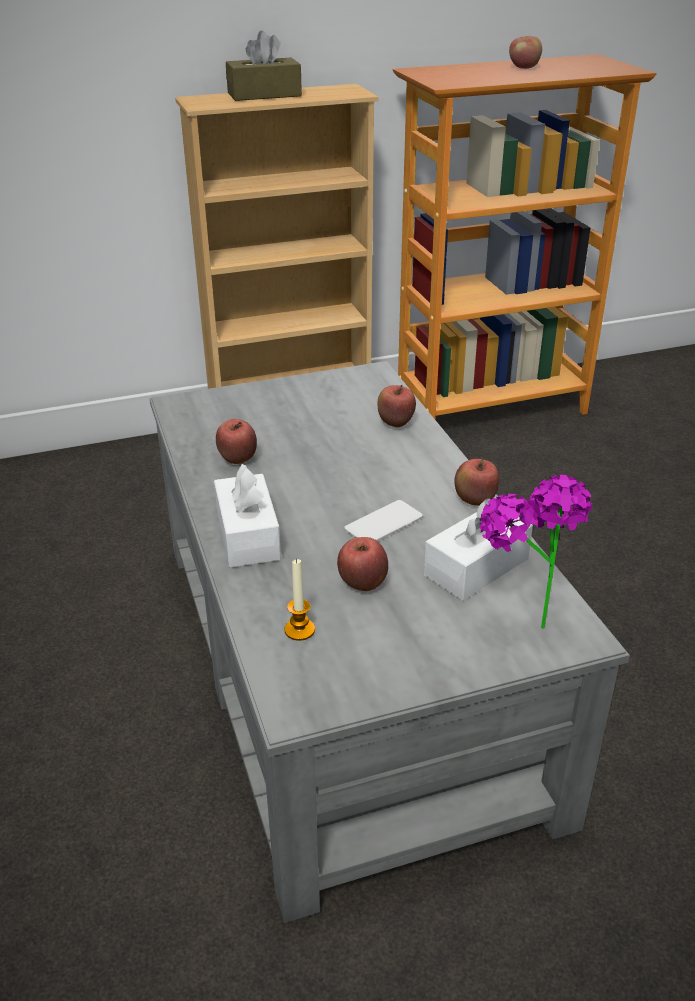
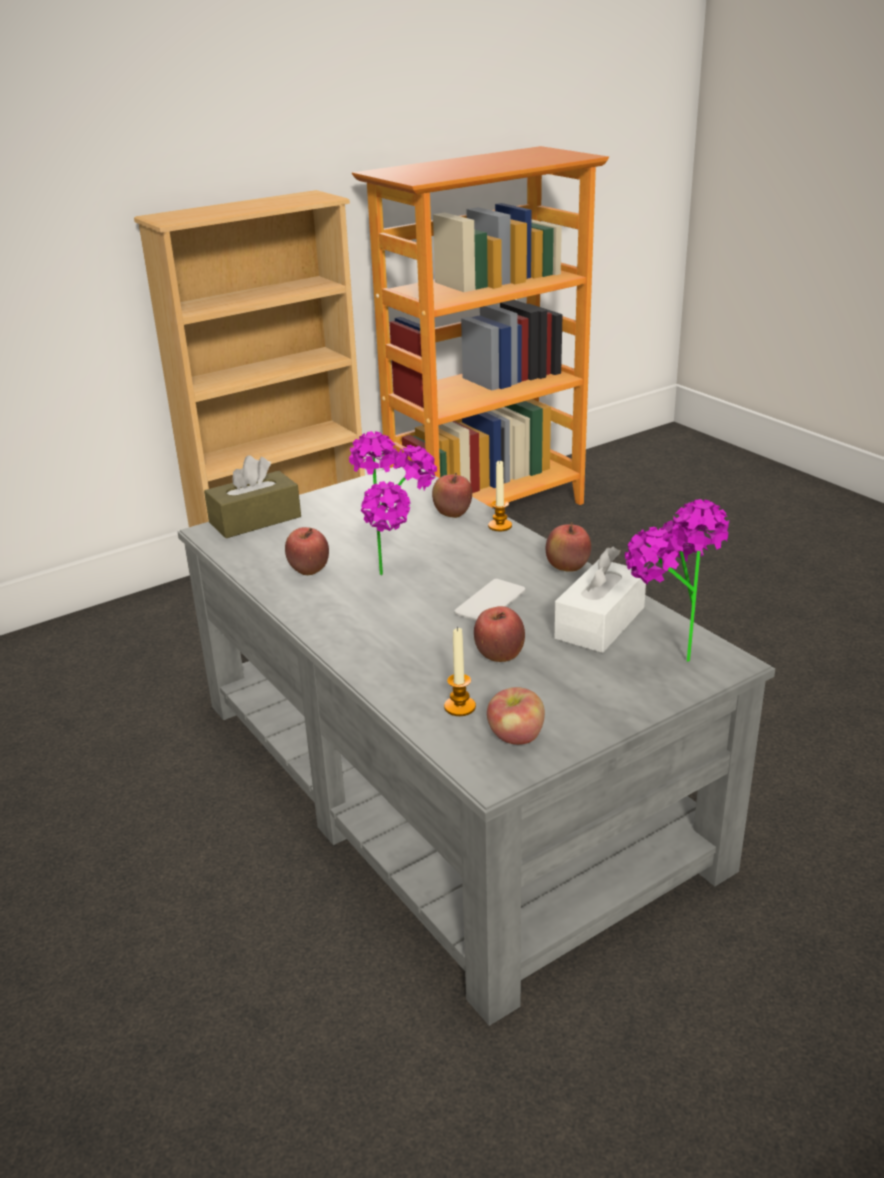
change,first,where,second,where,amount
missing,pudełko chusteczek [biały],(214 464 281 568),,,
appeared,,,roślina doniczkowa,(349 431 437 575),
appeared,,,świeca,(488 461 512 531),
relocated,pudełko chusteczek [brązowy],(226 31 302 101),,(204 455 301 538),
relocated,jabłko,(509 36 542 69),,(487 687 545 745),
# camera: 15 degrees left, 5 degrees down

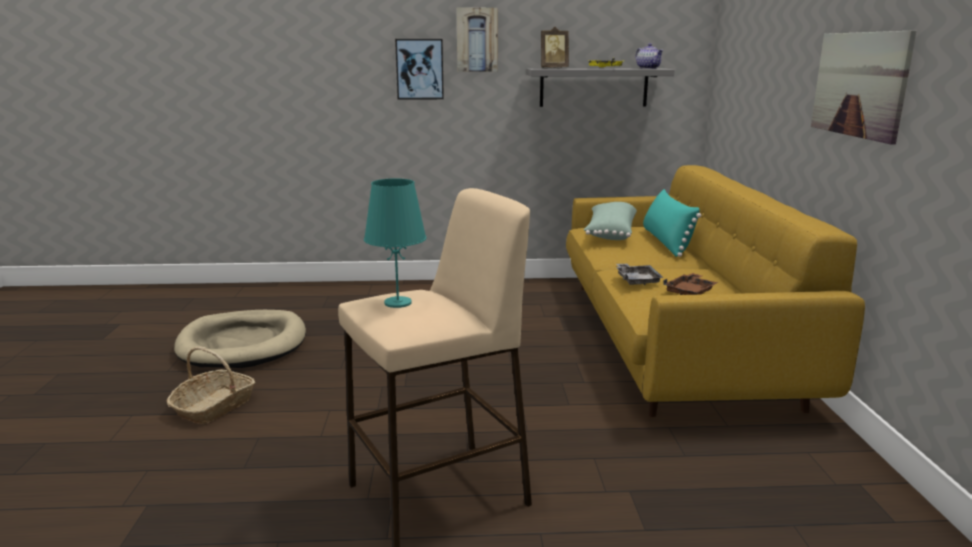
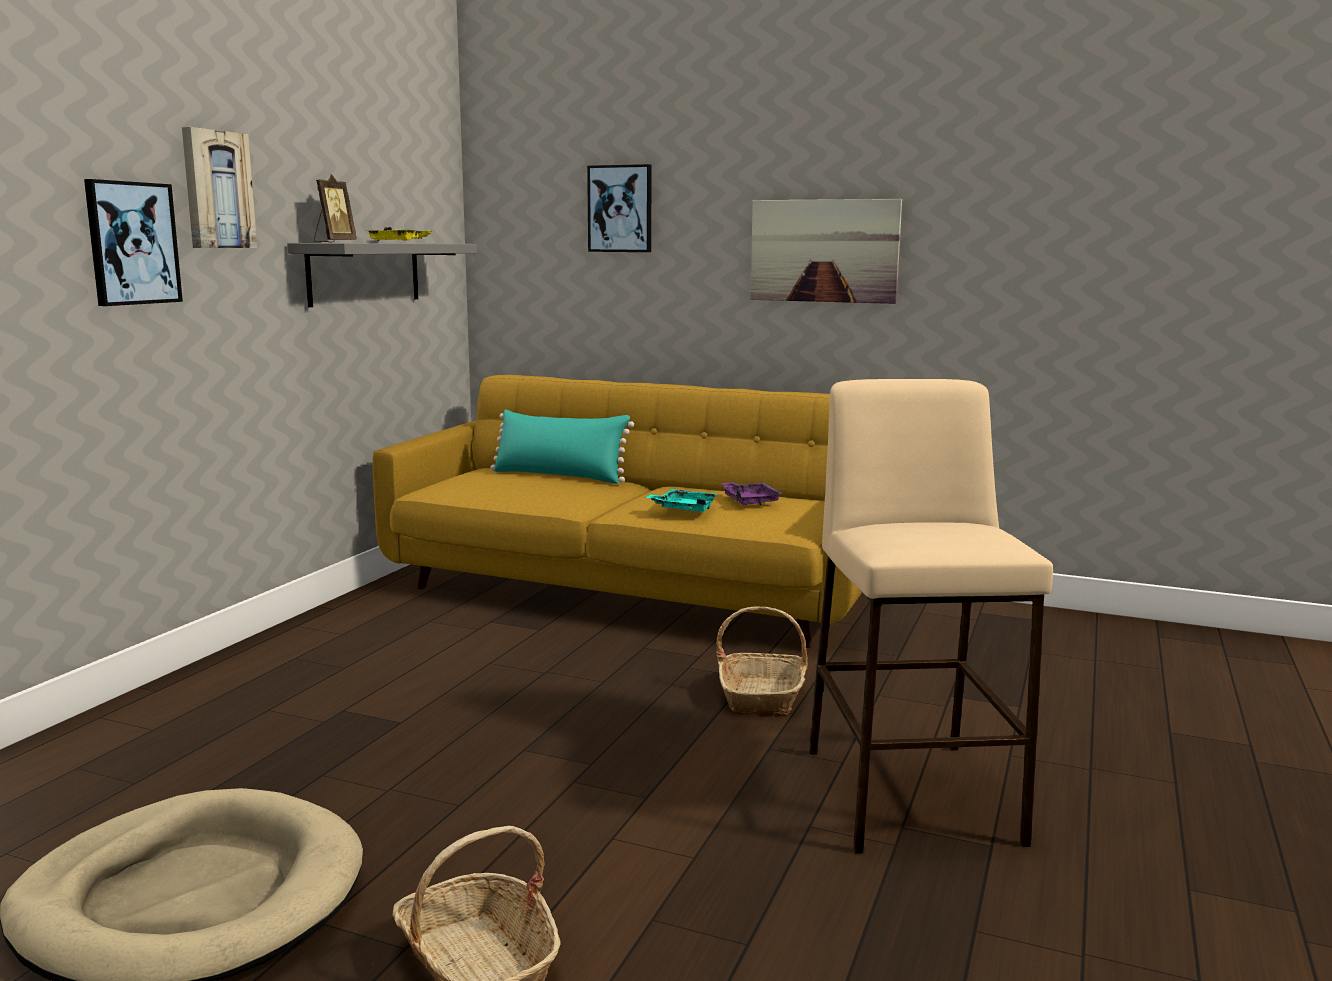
change,first,where,second,where,amount
missing,lampa stołowa [turkusowy],(364 178 427 308),,,
missing,poduszka [zielony],(583 202 637 240),,,
missing,imbryk,(635 43 663 69),,,
appeared,,,obraz,(587 164 652 252),
appeared,,,koszyk,(716 607 808 716),
colour,taca [szary],(616 264 664 286),taca [turkusowy],(646 489 718 512),
colour,taca [brązowy],(663 273 718 295),taca [fioletowy],(721 482 783 505),
# camera: 65 degrees left, 5 degrees down

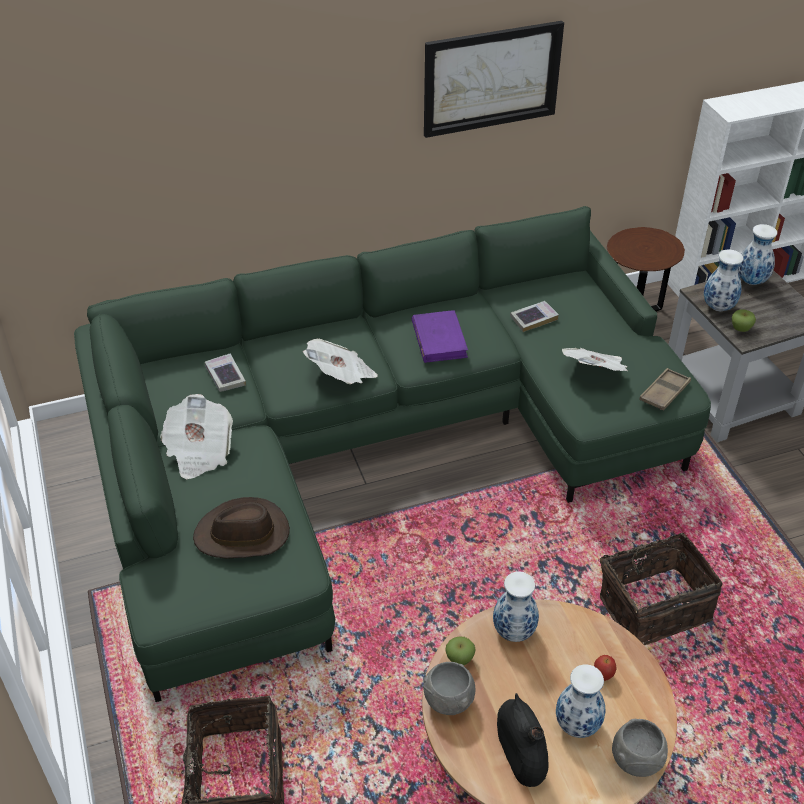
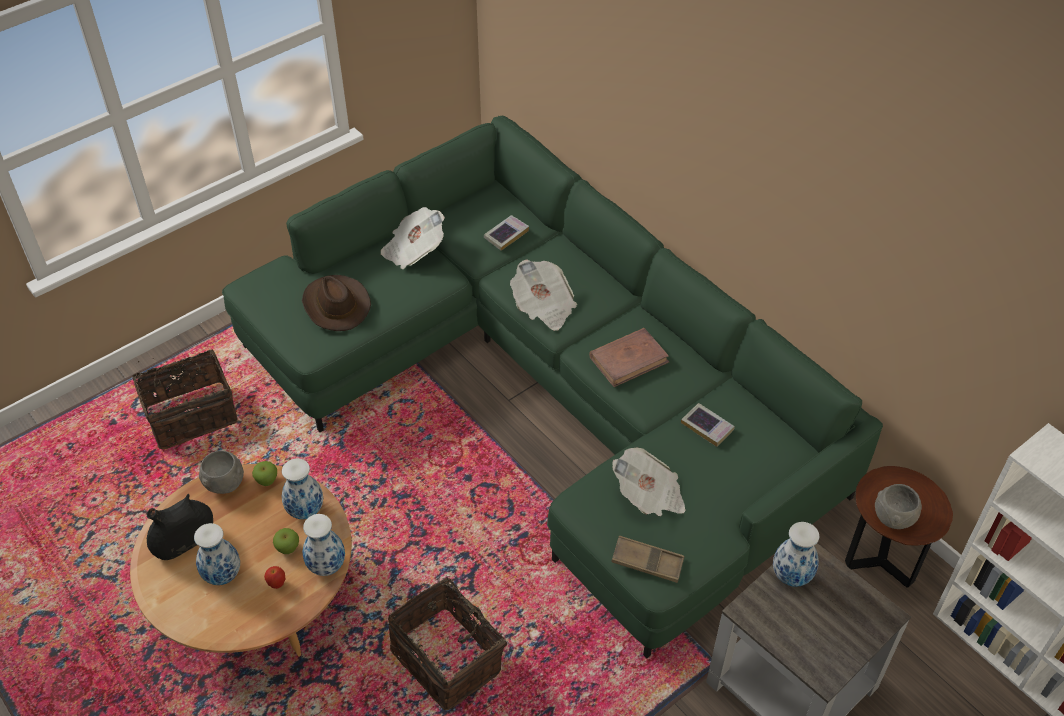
change,first,where,second,where,amount
missing,obraz,(424 21 564 138),,,
relocated,miska [szary],(612 719 668 777),,(875 484 922 529),
relocated,jabłko,(732 309 756 332),,(273 528 299 554),
relocated,wazon,(738 224 777 285),,(303 514 345 576),
colour,książka [fioletowy],(412 310 468 363),książka [brązowy],(589 328 670 387),
# camera: 70 degrees right, 5 degrees up

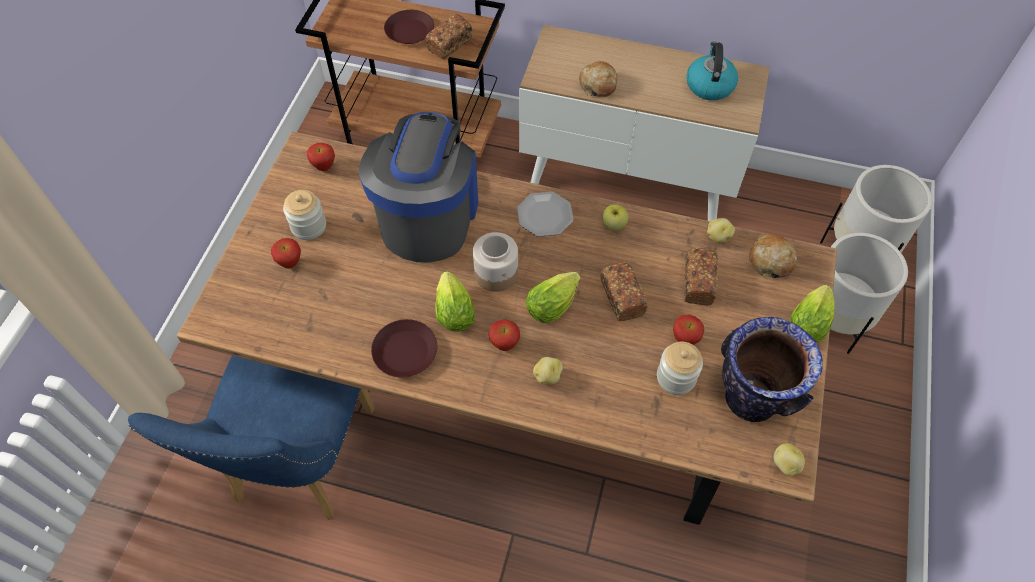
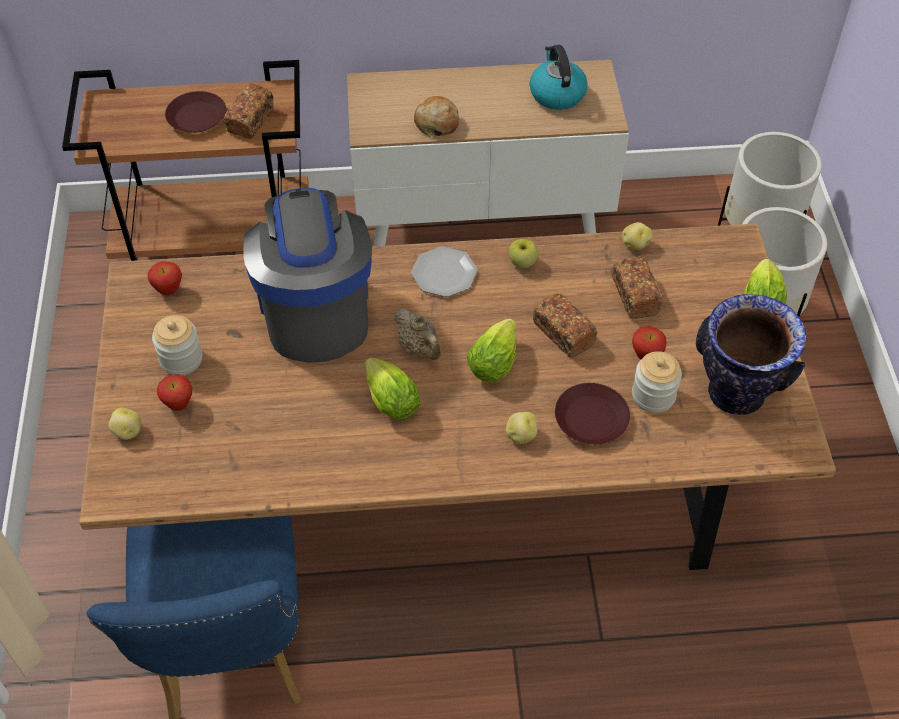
change,first,where,second,where,amount
missing,jabłko,(489 320 520 351),,,
missing,chleb,(749 234 797 279),,,
relocated,talerz [brązowy],(371 319 437 378),,(555 383 630 445),
relocated,ziemniak,(773 443 805 476),,(108 408 141 440),
exchanged,słoik,(473 232 518 292),imbryk [beżowy],(394 308 441 360),
# camera: 20 degrees left, 5 degrees down

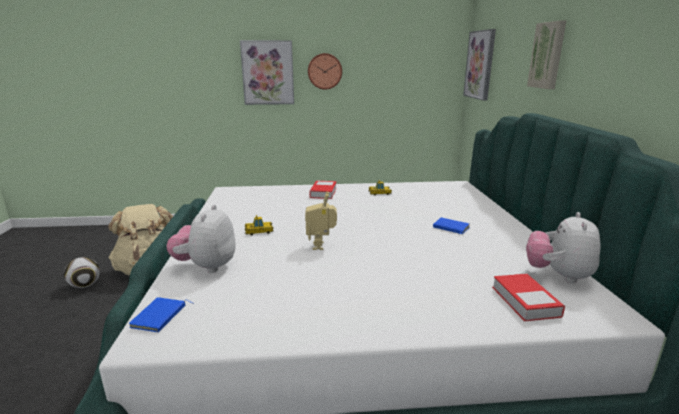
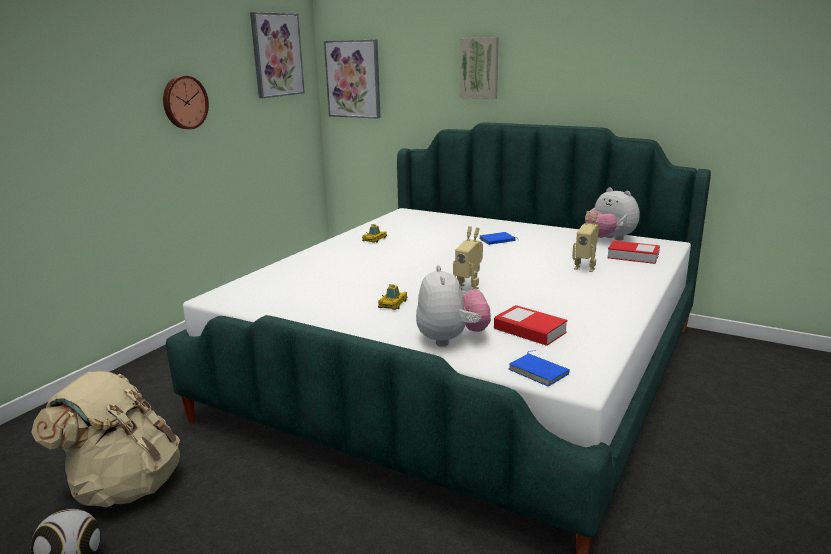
change,first,where,second,where,amount
appeared,,,robot zabawkowy,(572 211 599 272),
relocated,obraz,(240 40 294 105),,(250 12 305 98),
relocated,książka,(309 180 337 199),,(494 305 568 346),
spun,pluszak,(166 205 235 273),,(416 265 491 347),135 degrees counterclockwise
# camera: 55 degrees left, 0 degrees up

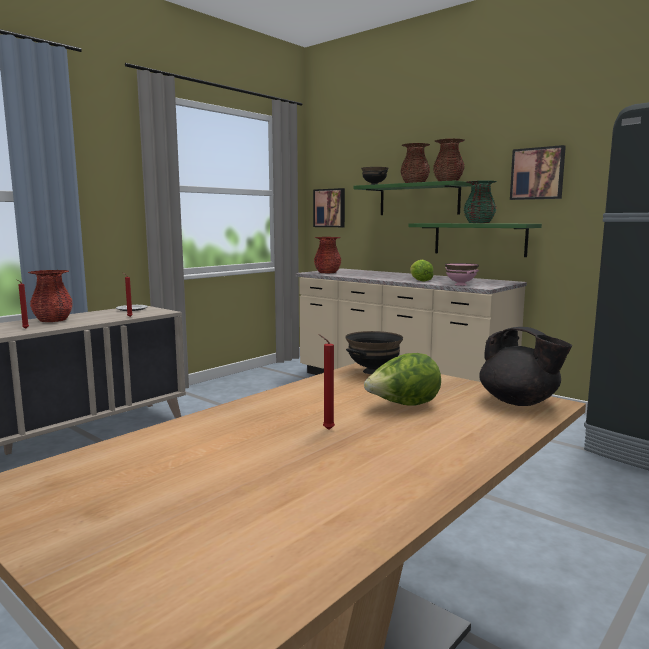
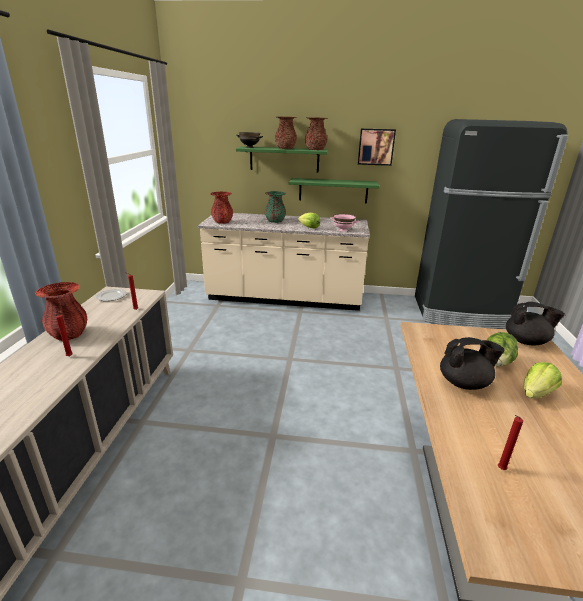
change,first,where,second,where,amount
missing,obraz,(313 188 345 227),,,
missing,miska [czarny],(345 331 403 374),,,
appeared,,,imbryk [czarny],(440 337 505 390),
appeared,,,sałata,(523 362 562 398),
relocated,świeca [czerwony],(319 334 335 430),,(498 415 523 470),
relocated,wazon [zielony],(464 180 497 223),,(265 191 286 223),
# camera: 35 degrees left, 15 degrees up

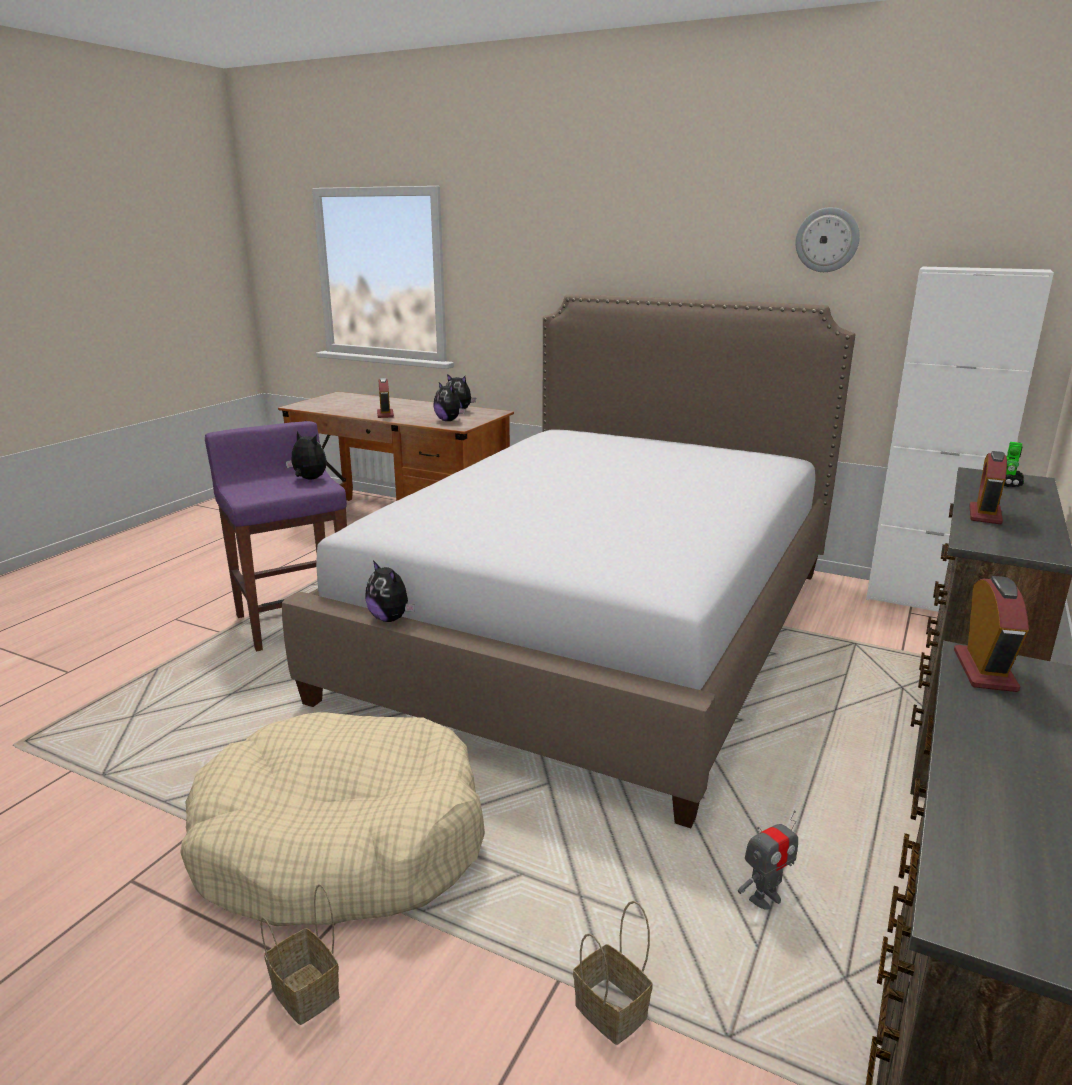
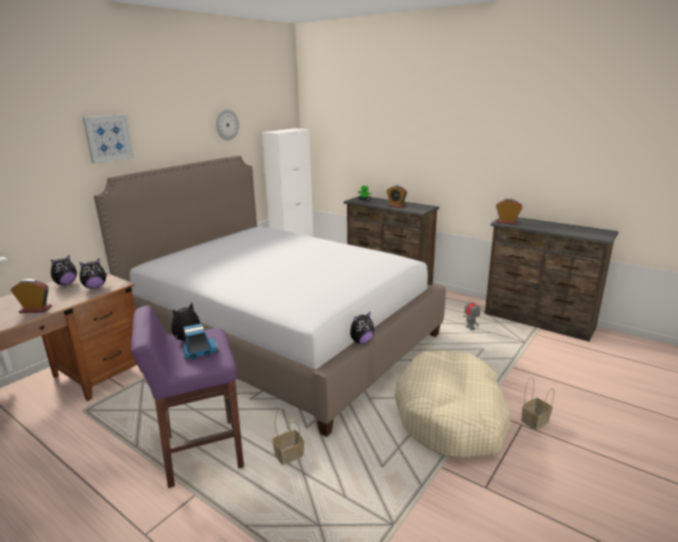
change,first,where,second,where,amount
appeared,,,obraz,(83 114 134 164),
appeared,,,ciężarówka zabawkowa,(182 324 219 360),
relocated,koszyk,(573 901 652 1045),,(272 408 304 465),
# camera: 80 degrees left, 0 degrees up

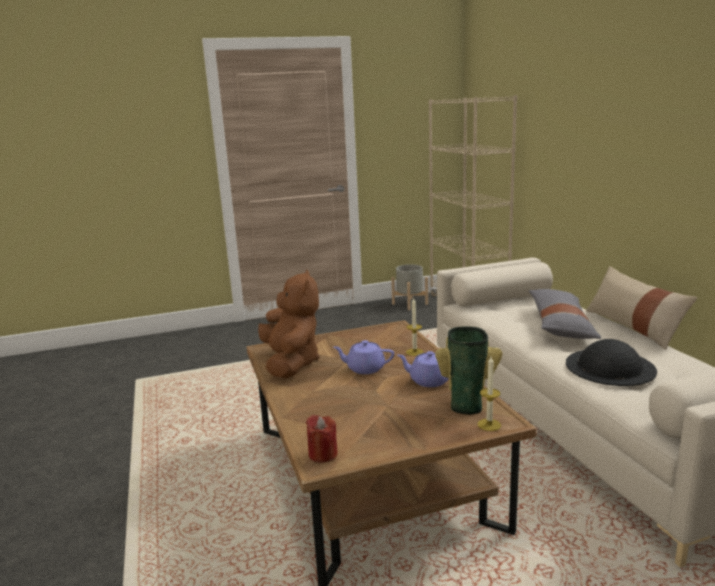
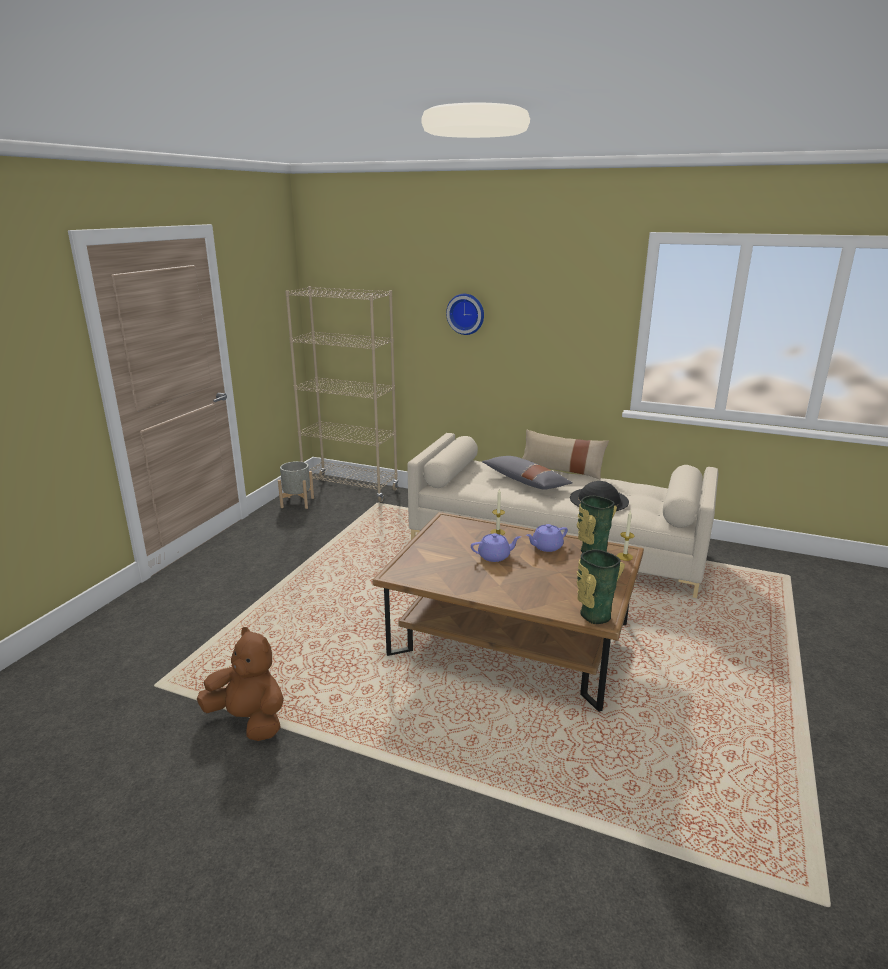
change,first,where,second,where,amount
appeared,,,zegar ścienny,(446 294 484 335),
relocated,pluszak [brązowy],(258 269 319 379),,(197 627 284 741),
exchanged,świeca [czerwony],(306 415 338 463),wazon,(577 549 625 624),
spun,imbryk [fioletowy],(333 340 394 374),,(471 533 521 562),150 degrees counterclockwise
# camera: 50 degrees left, 5 degrees up

